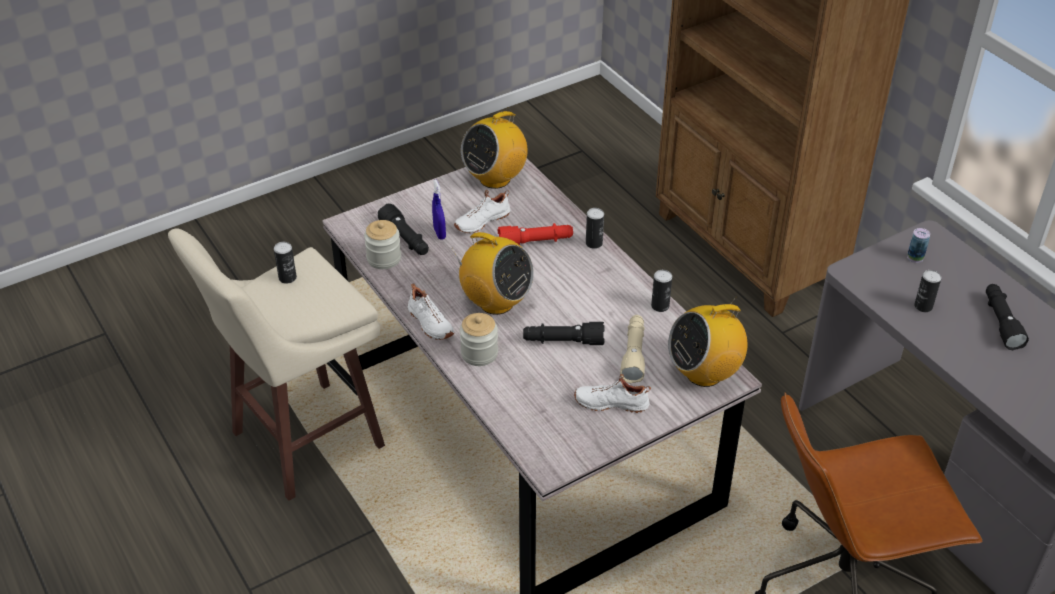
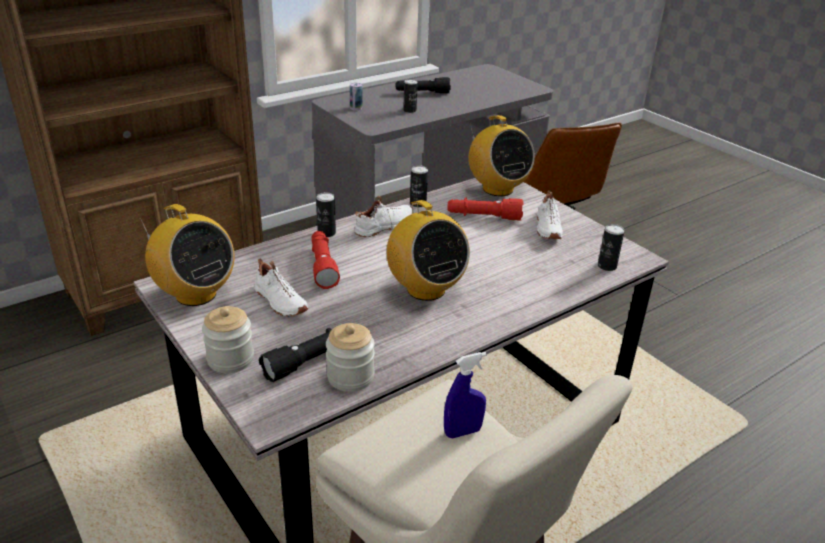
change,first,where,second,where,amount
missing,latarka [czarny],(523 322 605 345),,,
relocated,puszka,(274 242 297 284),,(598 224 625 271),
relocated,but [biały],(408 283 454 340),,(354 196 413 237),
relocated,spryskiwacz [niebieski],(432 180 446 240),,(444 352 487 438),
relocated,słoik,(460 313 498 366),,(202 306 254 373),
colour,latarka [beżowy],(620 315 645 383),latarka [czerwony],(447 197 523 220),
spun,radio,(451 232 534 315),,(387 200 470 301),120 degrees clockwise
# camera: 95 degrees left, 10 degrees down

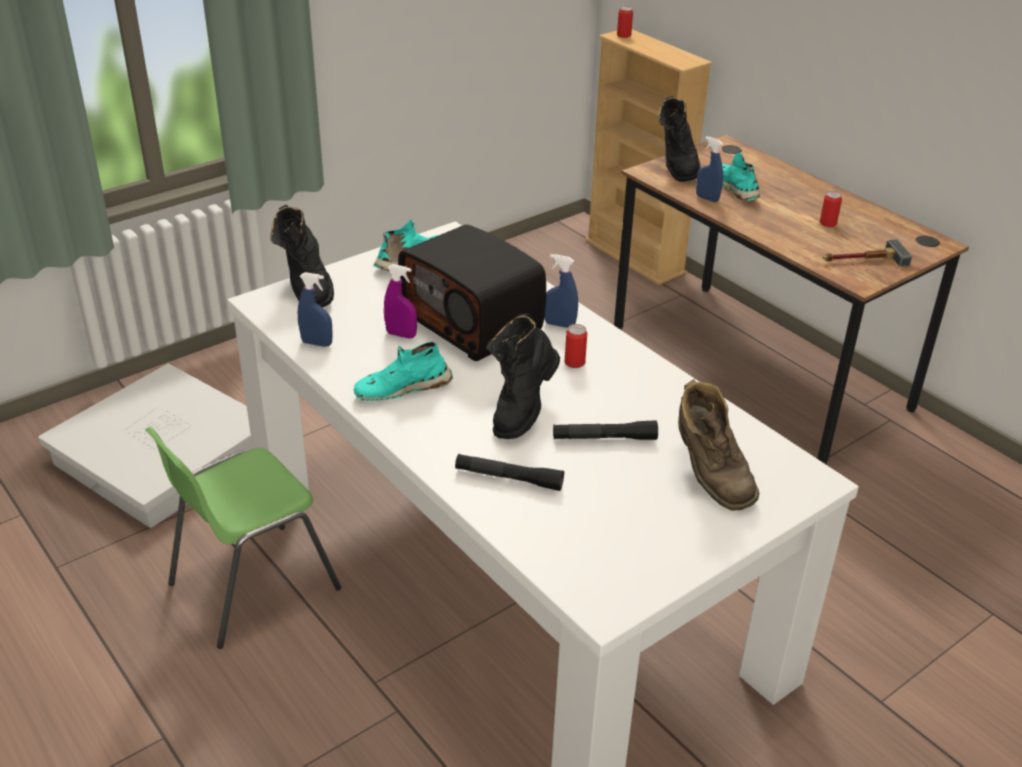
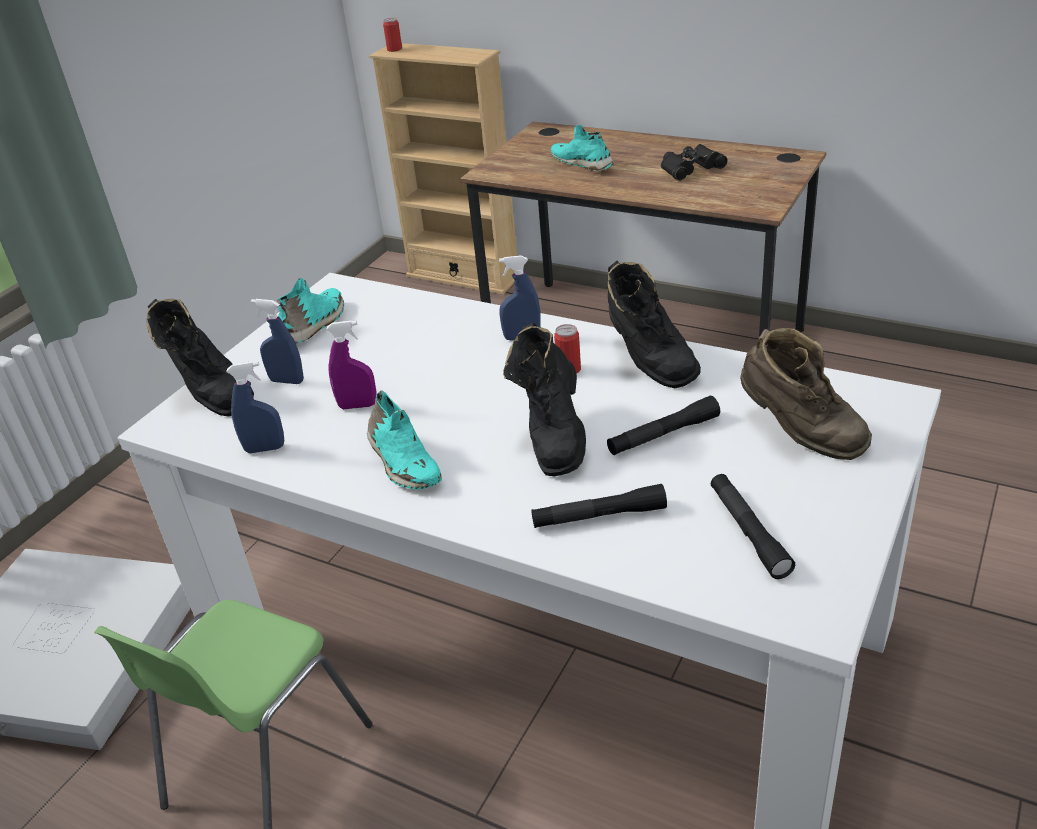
change,first,where,second,where,amount
missing,radio,(398 224 546 361),,,
missing,młotek,(823 239 912 267),,,
appeared,,,latarka [czarny],(711 474 795 579),
relocated,but z cholewką [czarny],(658 96 701 182),,(607 261 701 388),
relocated,spryskiwacz [niebieski],(696 136 723 202),,(251 299 304 384),
exchanged,puszka,(820 191 842 227),lornetka [czarny],(661 144 728 181),
spun,but [turkusowy],(354 341 453 401),,(367 390 442 489),75 degrees counterclockwise
# camera: 20 degrees left, 0 degrees up

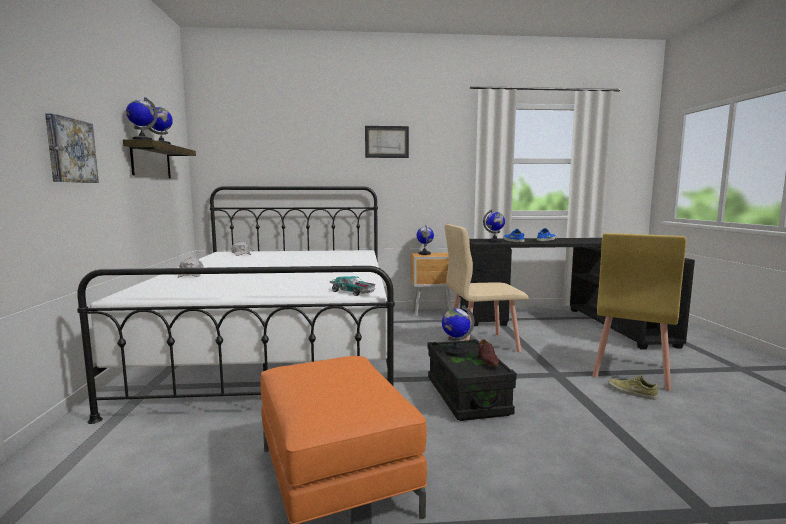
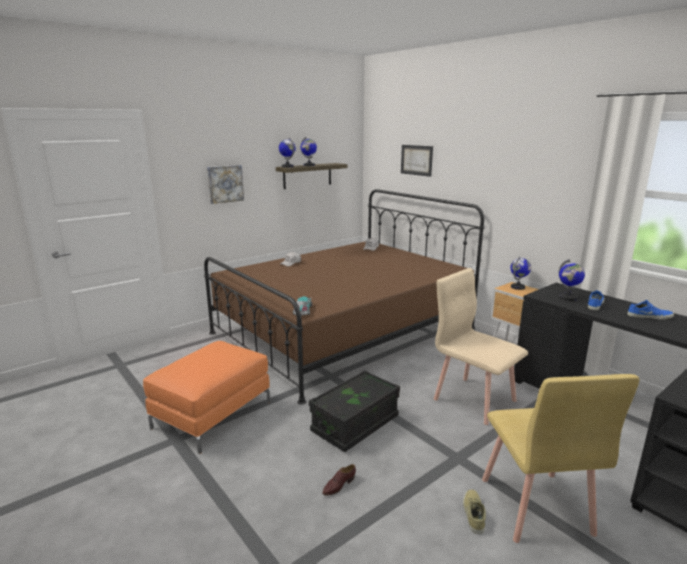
change,first,where,second,where,amount
missing,globus,(442 305 474 357),,,
relocated,obraz,(365 126 409 158),,(401 145 433 177),
relocated,but [brązowy],(478 339 499 367),,(322 464 356 496),
colour,łóżko [biały],(77 186 395 424),łóżko [brązowy],(204 189 484 405),
spun,krzesło [żółty],(592 233 686 391),,(482 374 639 543),90 degrees counterclockwise
# camera: 55 degrees right, 10 degrees up

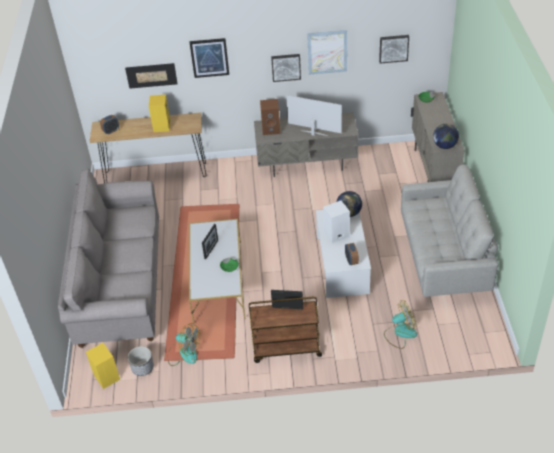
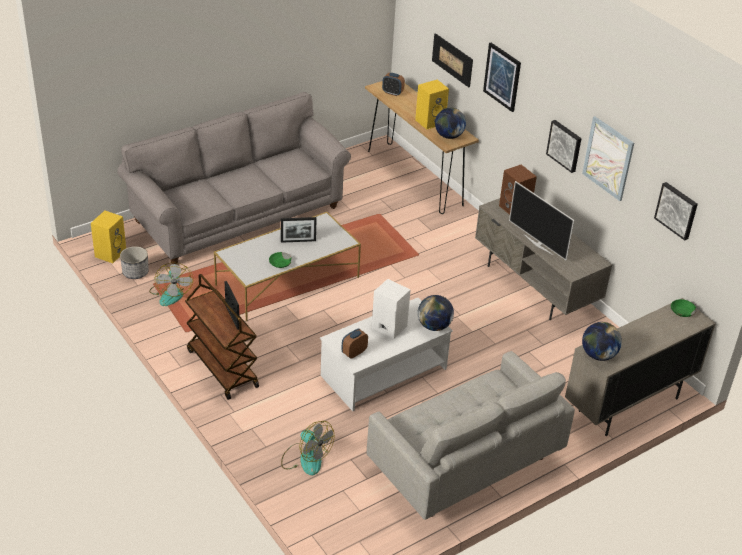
change,first,where,second,where,amount
appeared,,,globus,(435 108 466 139),
spun,telewizor,(286 95 342 136),,(509 181 574 260),150 degrees clockwise
# camera: 55 degrees right, 5 degrees down

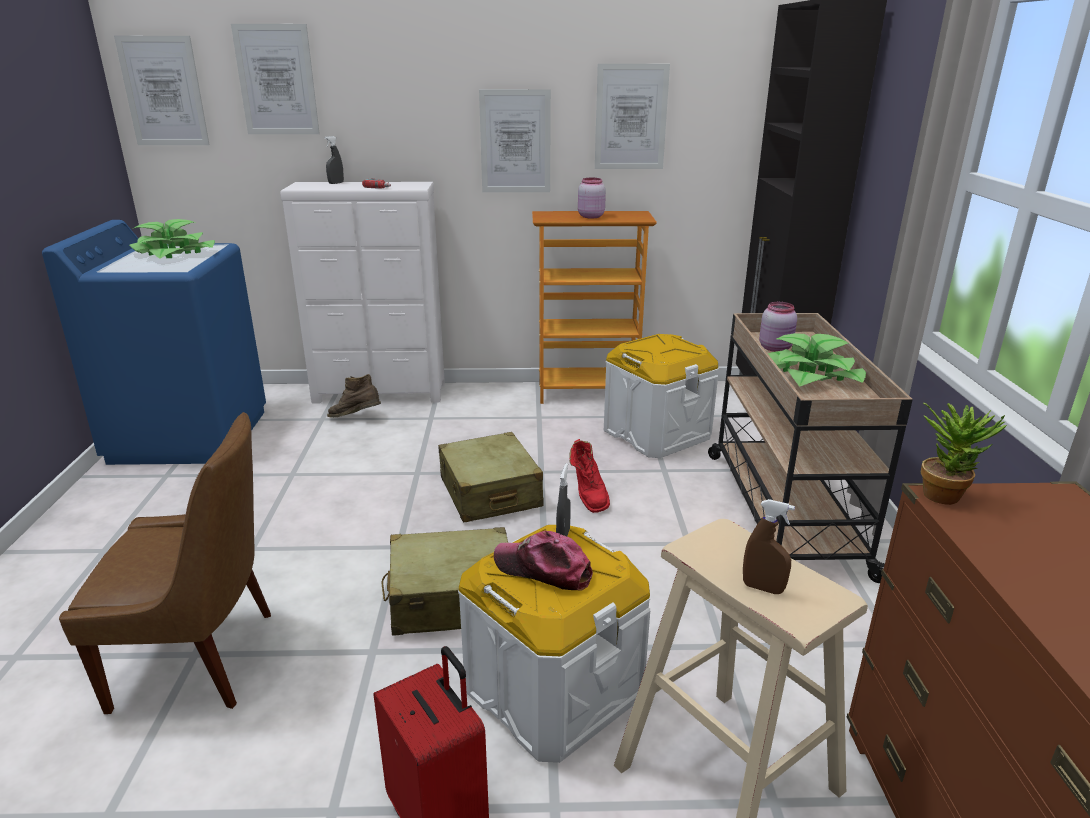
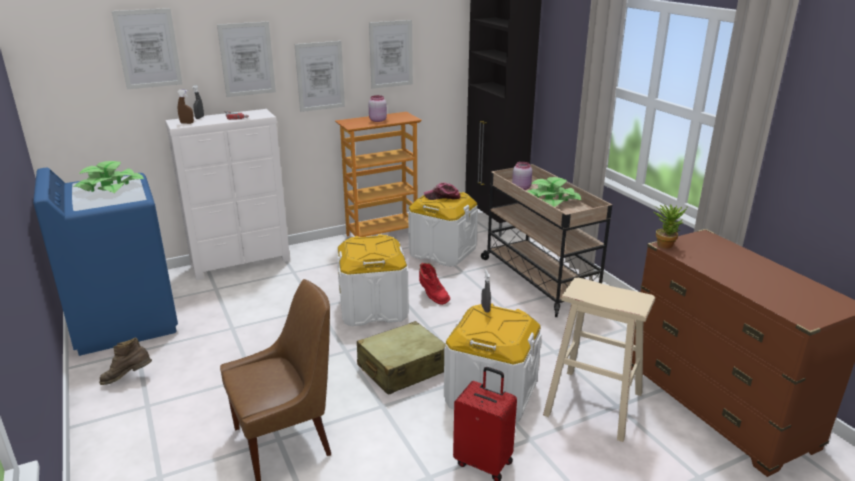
change,first,where,second,where,amount
relocated,obraz,(114 36 210 145),,(217 22 276 97),
relocated,but z cholewką [brązowy],(327 374 381 418),,(99 337 152 385),
relocated,czapka z daszkiem,(494 531 593 591),,(424 183 461 200),
relocated,spryskiwacz [brązowy],(743 499 795 594),,(177 90 194 124),
exchanged,walizka [beżowy],(438 432 544 523),pojemnik do przechowywania [biały],(337 234 409 326),
# camera: 25 degrees left, 0 degrees up

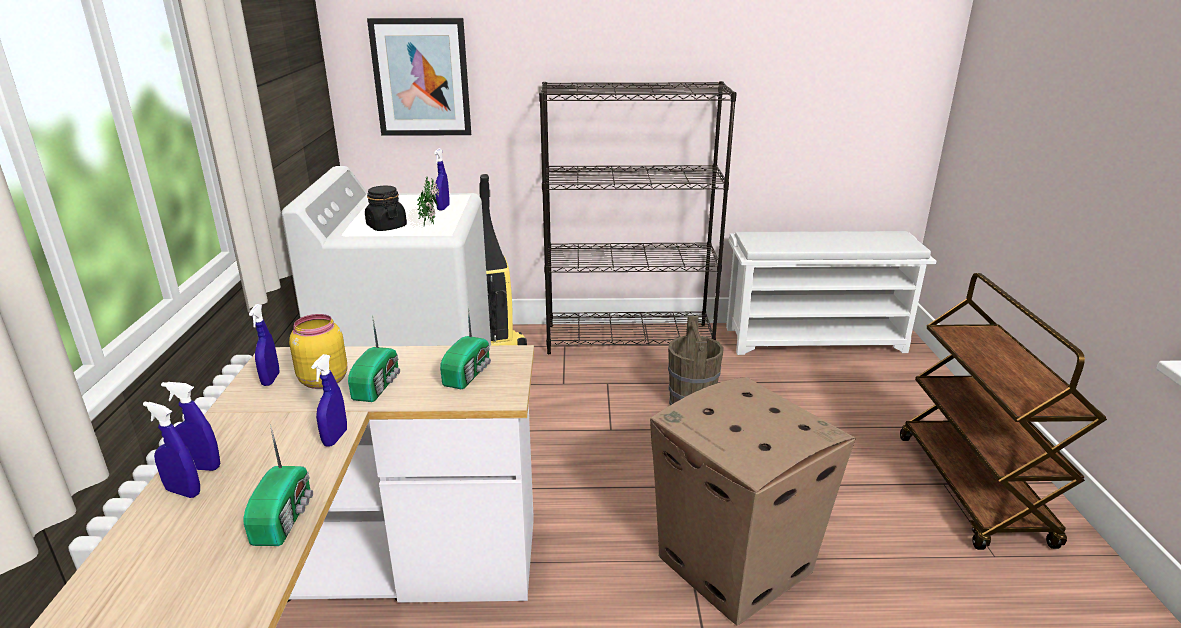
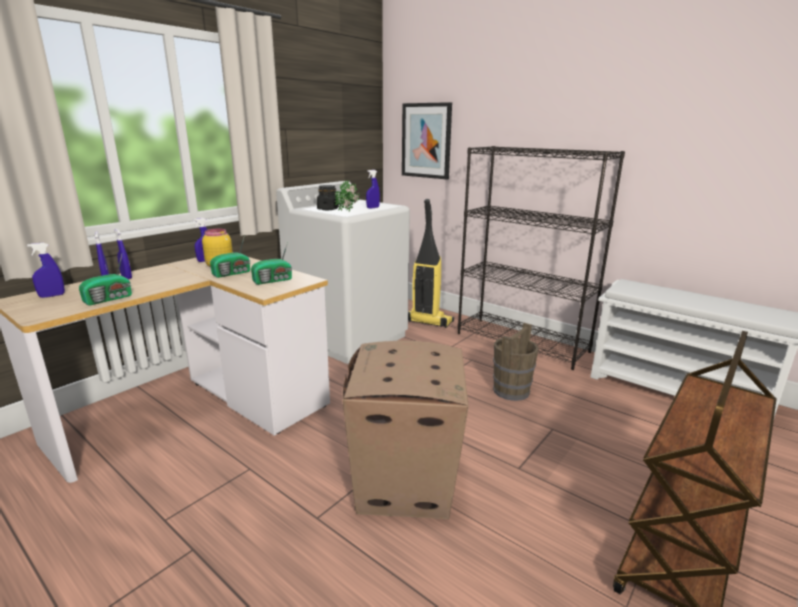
change,first,where,second,where,amount
relocated,spryskiwacz [niebieski],(311 354 347 447),,(27 243 65 298),
# camera: 40 degrees right, 5 degrees down

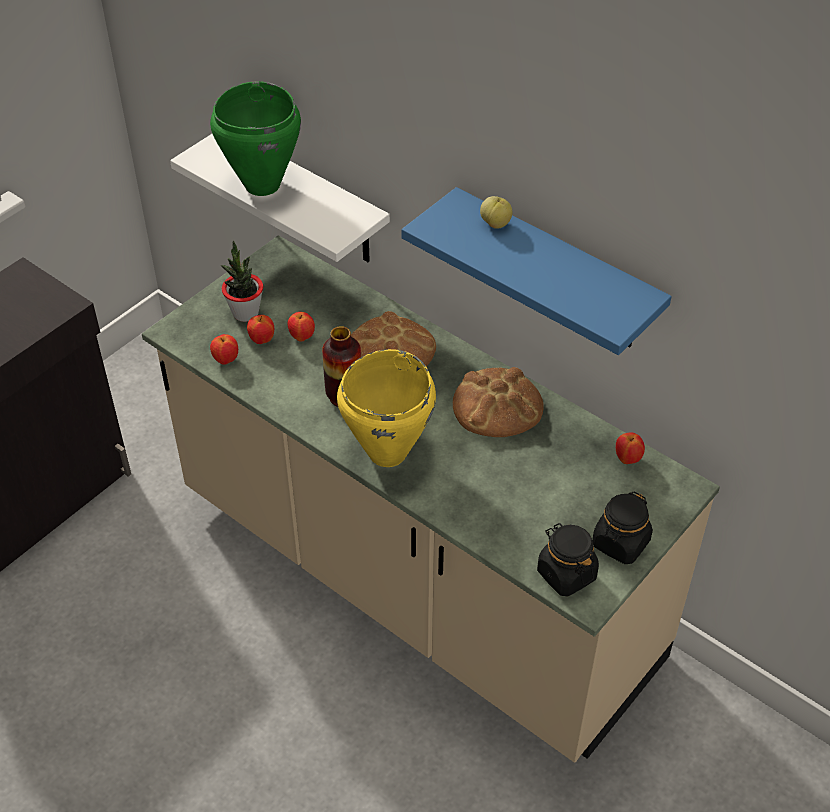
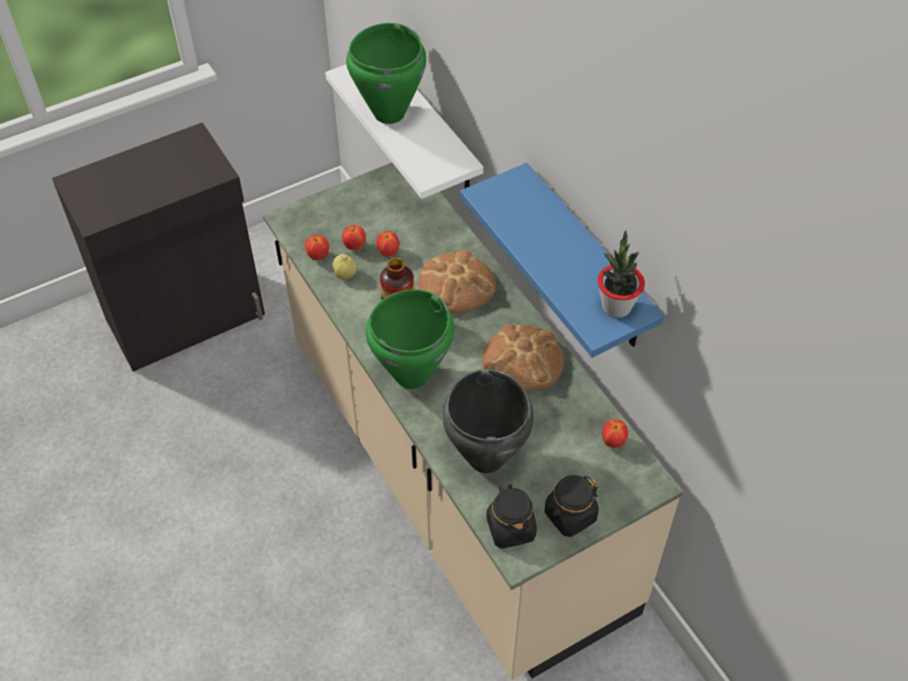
change,first,where,second,where,amount
appeared,,,garnek [czarny],(442 369 534 473),
relocated,roślina doniczkowa,(221 241 263 322),,(598 230 645 318),
relocated,jabłko,(480 196 512 229),,(332 254 357 280),
colour,garnek [żółty],(337 349 436 467),garnek [zielony],(366 289 454 389),
# camera: 20 degrees right, 5 degrees up

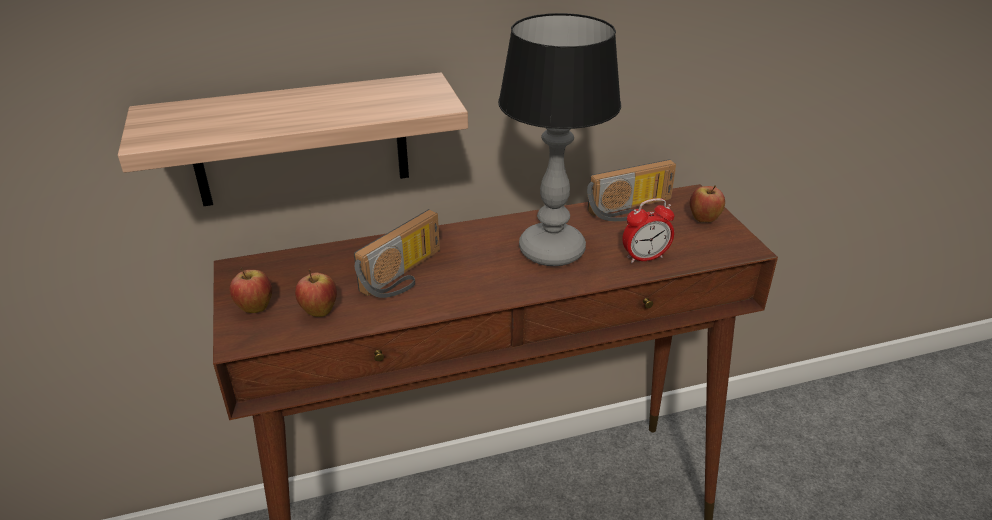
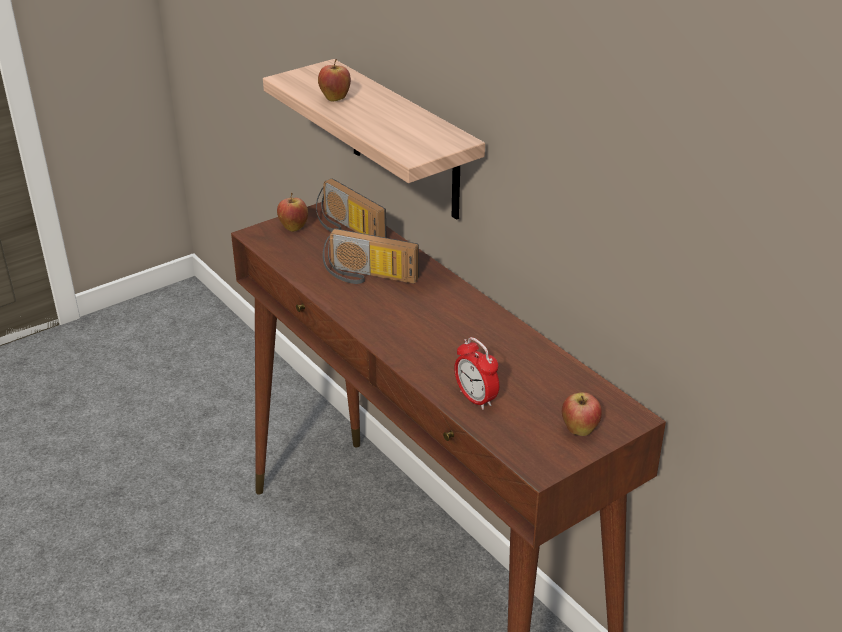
change,first,where,second,where,amount
missing,lampa stołowa,(498 13 621 266),,,
relocated,jabłko,(295 269 337 317),,(318 59 351 102),
relocated,radio,(587 159 676 222),,(316 178 387 238),
# camera: 70 degrees right, 0 degrees up

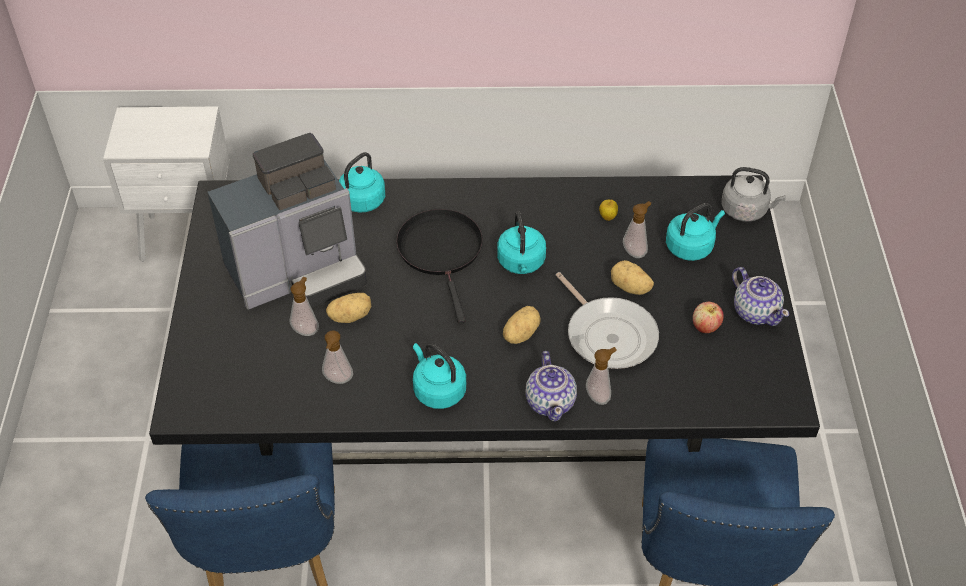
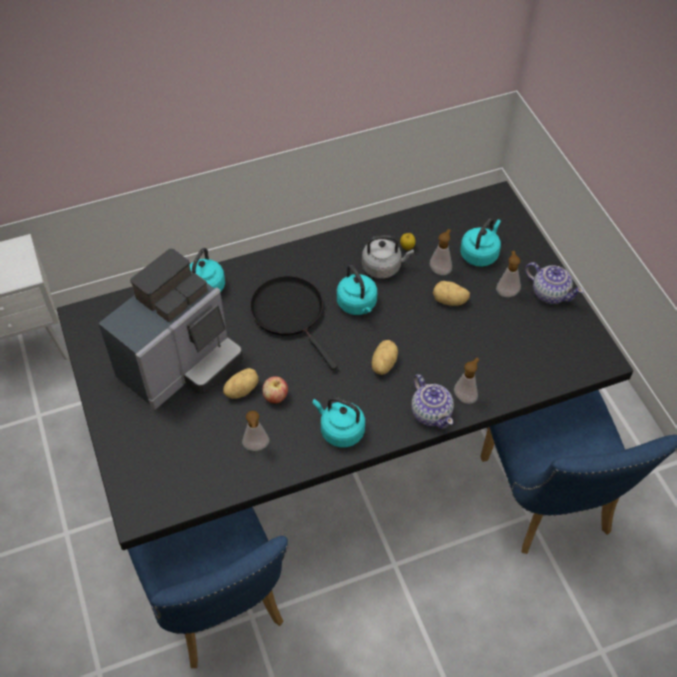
change,first,where,second,where,amount
missing,patelnia,(556 272 659 369),,,
relocated,dozownik mydła,(289 277 319 336),,(496 251 521 297),
relocated,jabłko,(693 302 724 333),,(262 376 288 404),
relocated,czajnik [szary],(721 167 786 222),,(362 235 414 279),
# camera: 20 degrees left, 5 degrees up

